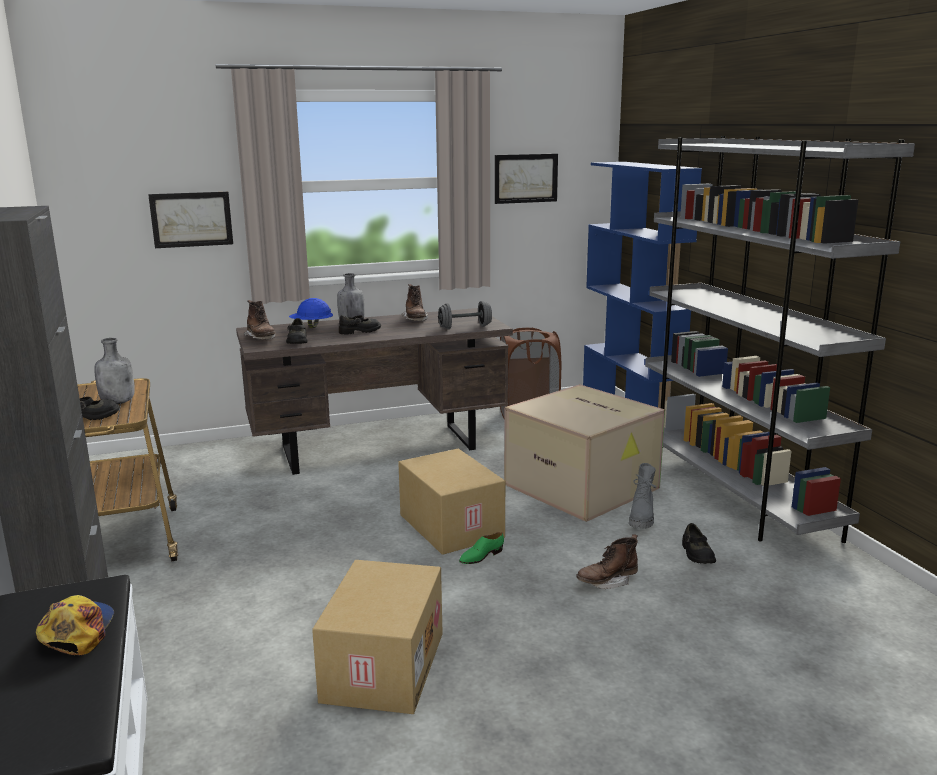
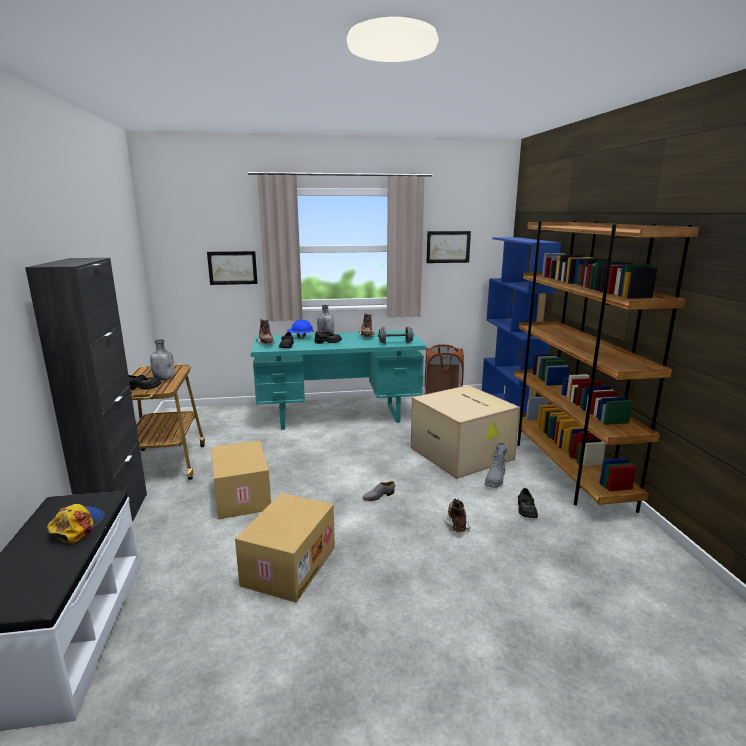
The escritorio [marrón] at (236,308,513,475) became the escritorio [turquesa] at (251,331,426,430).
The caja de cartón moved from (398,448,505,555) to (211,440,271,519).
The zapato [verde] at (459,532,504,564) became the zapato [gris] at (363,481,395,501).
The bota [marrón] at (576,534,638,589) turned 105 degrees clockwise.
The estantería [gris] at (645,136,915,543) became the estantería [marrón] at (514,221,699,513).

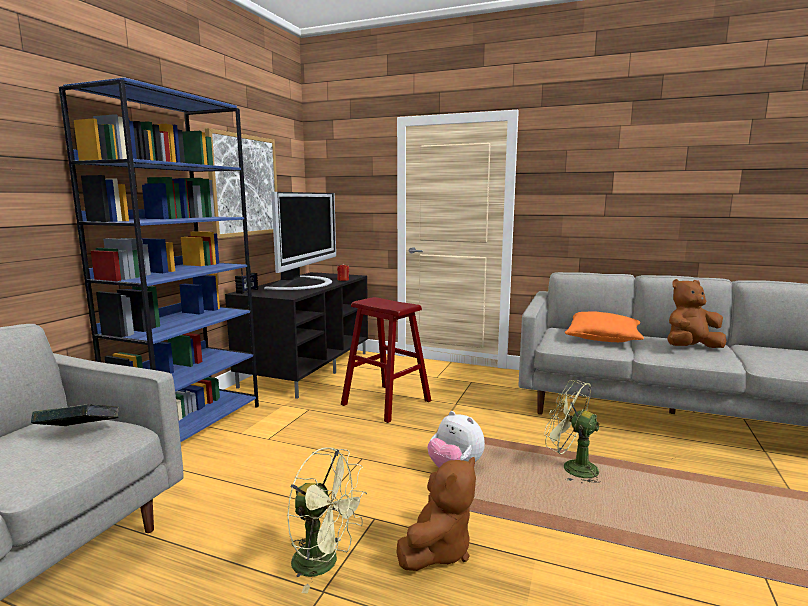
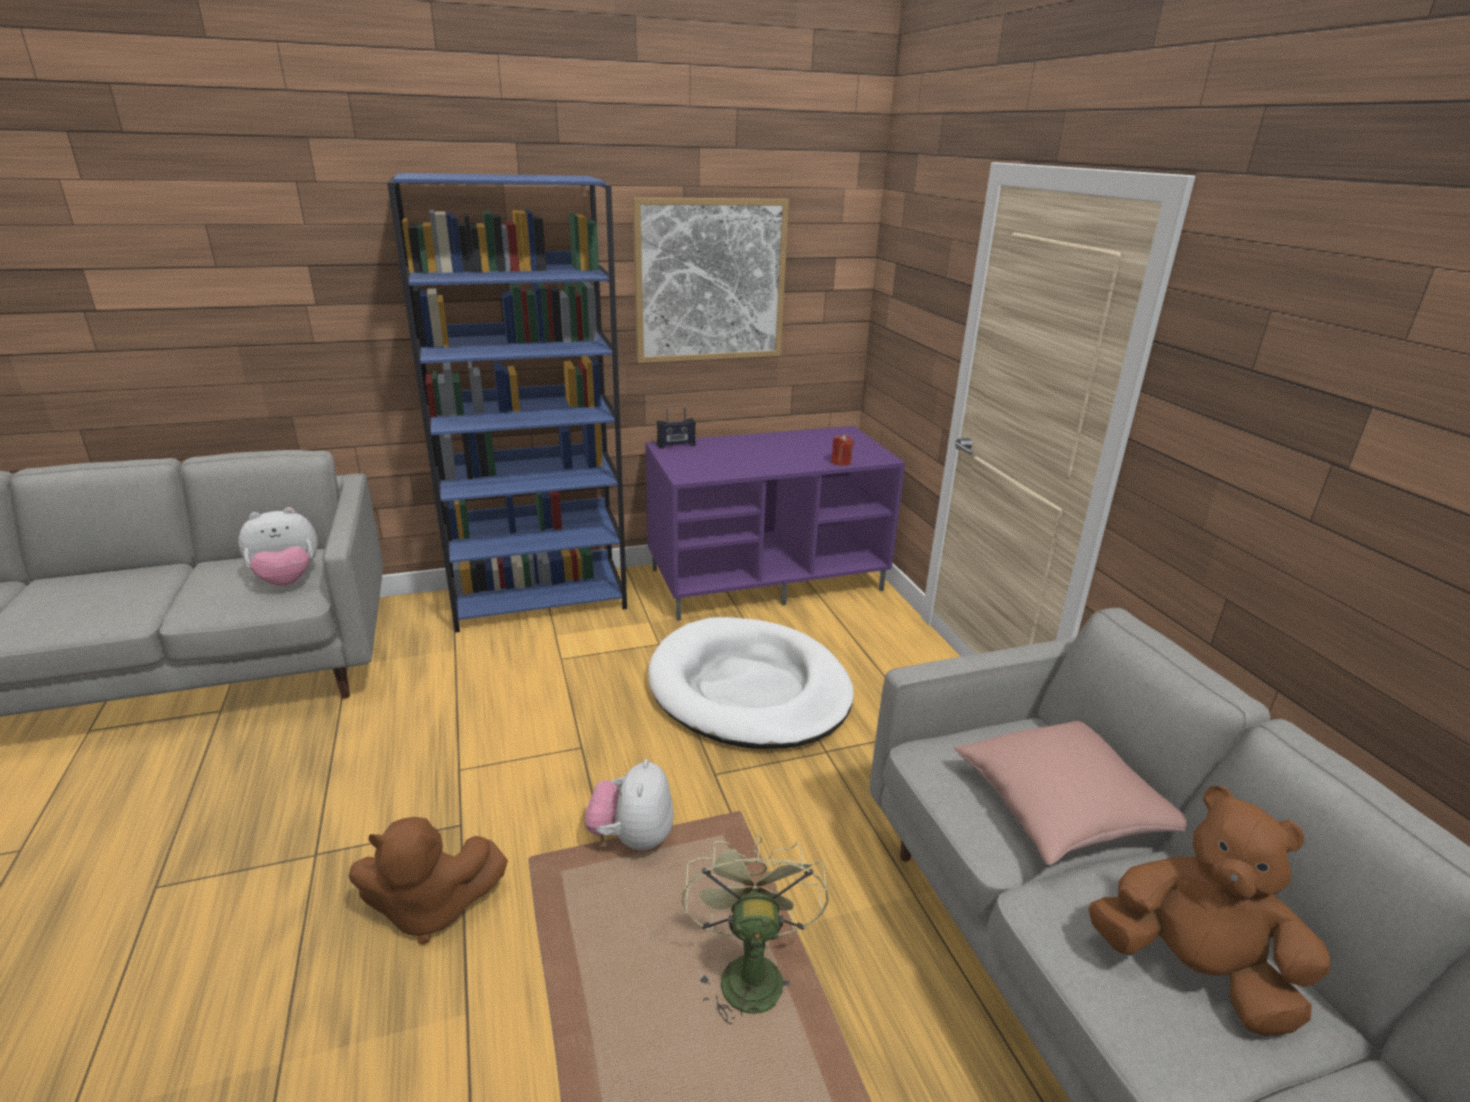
The libro at (31,404,119,426) was replaced by the peluche at (238,507,318,586).
The mueble de televisión [negro] at (225,272,368,399) became the mueble de televisión [morado] at (645,426,905,621).
The televisor at (264,192,336,290) disappeared.
The ventilador [verde] at (287,447,367,593) disappeared.
The taburete [rojo] at (341,297,431,423) was replaced by the cama para perro [blanco] at (648,617,854,749).
The cojín [naranja] at (565,311,644,342) became the cojín [rosa] at (954,721,1186,865).

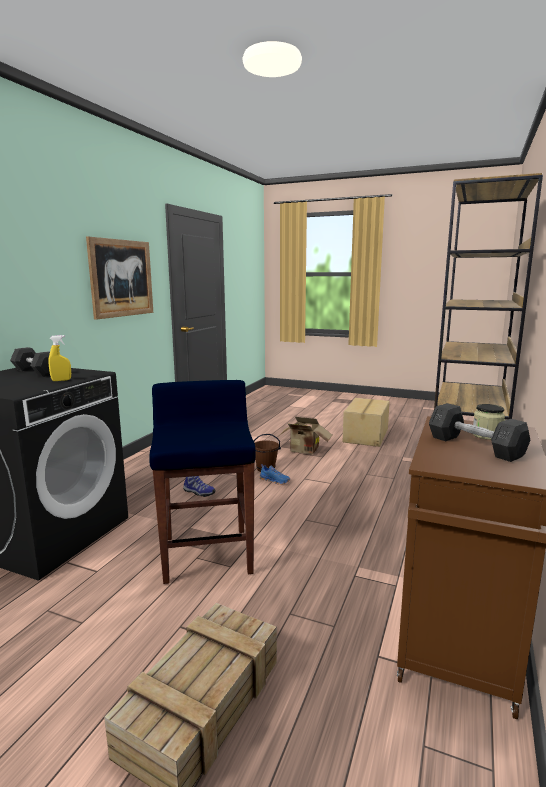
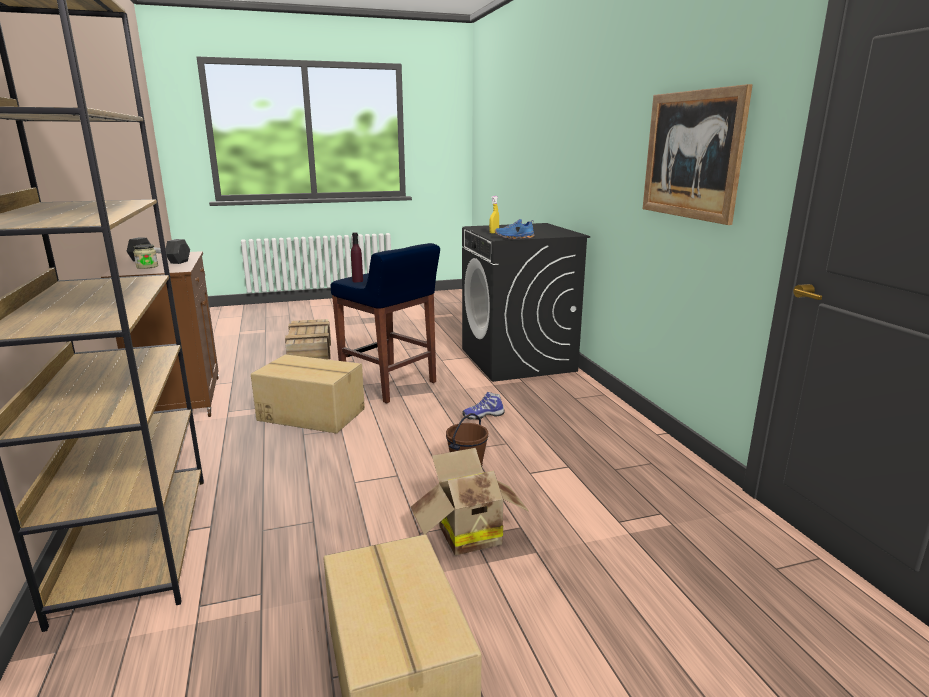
The mancuerna [gris] at (10,347,50,377) disappeared.
The zapato [azul] moved from (259,464,290,485) to (495,219,535,239).
The caja de cartón at (251,354,365,433) appeared.
The botella [morado] at (351,232,363,283) appeared.

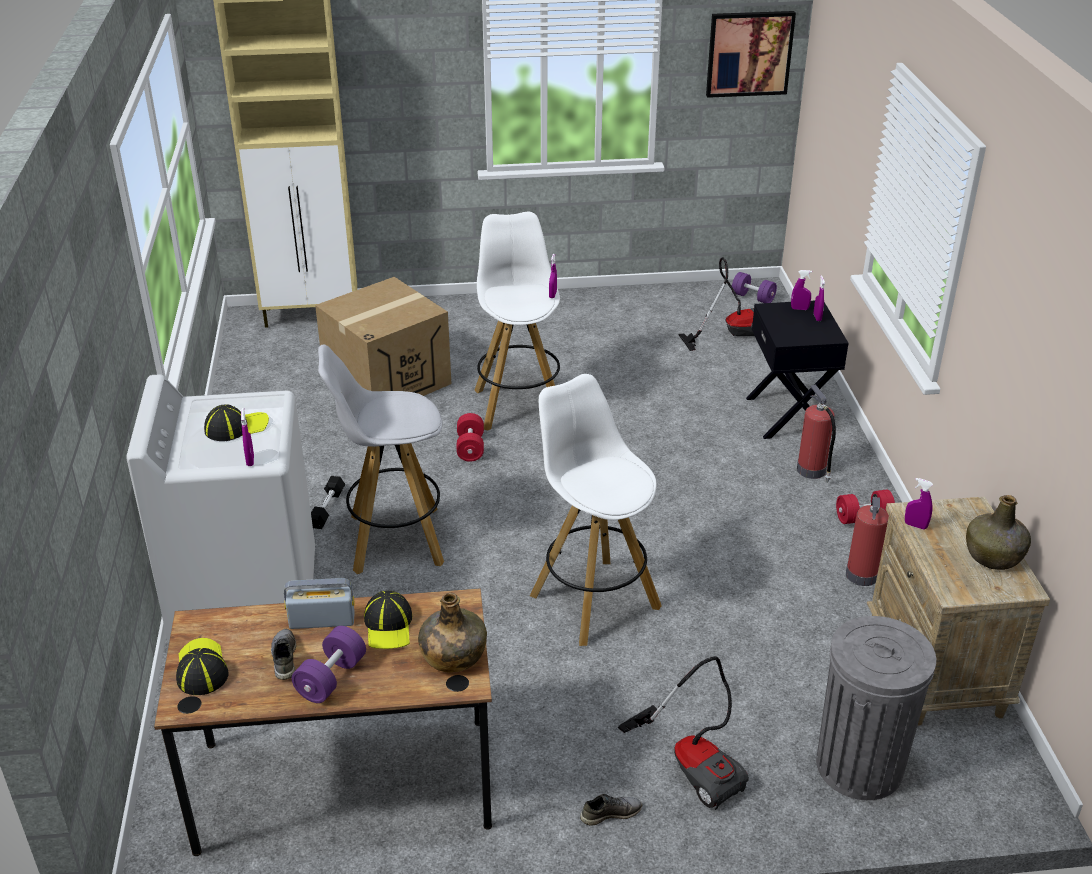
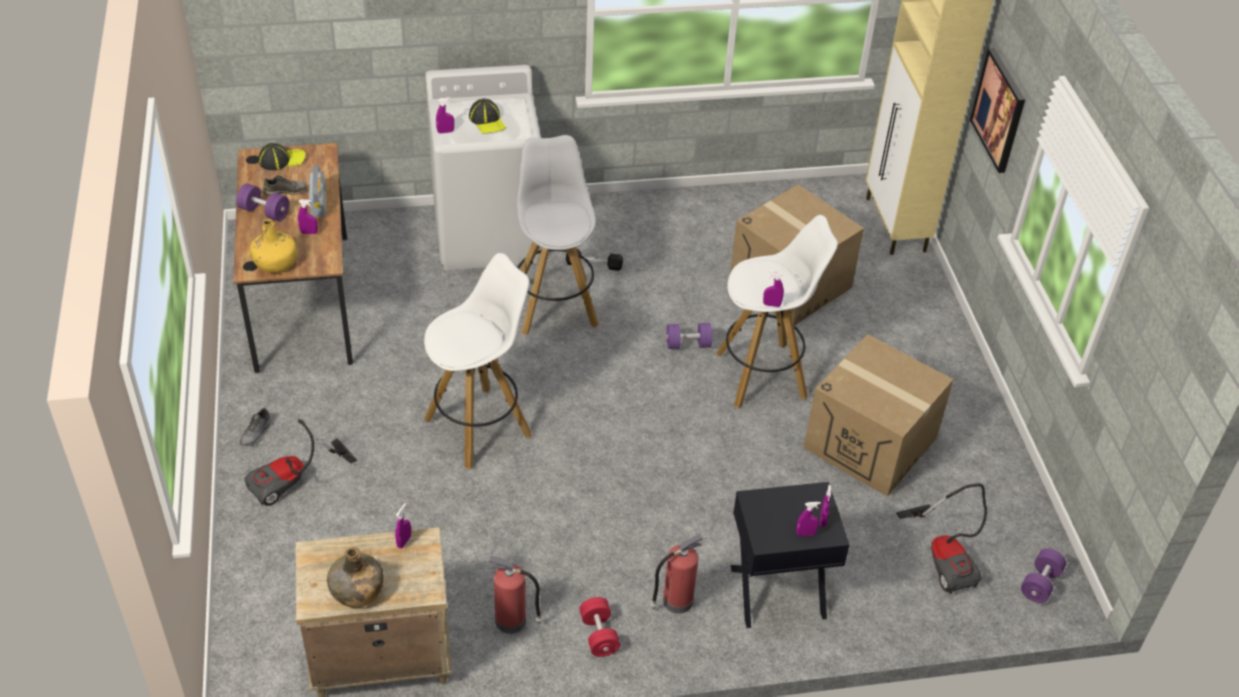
The gorra at (364,590,412,649) was replaced by the pulverizador [morado] at (298,199,318,234).
The botella [verde] at (418,592,487,673) became the botella [amarillo] at (250,219,297,273).
The mancuerna [rojo] at (456,413,484,462) became the mancuerna [morado] at (666,323,712,349).
The zapato [gris] at (580,794,642,825) turned 45 degrees clockwise.
The cuadro moved from (706,11,796,98) to (970,48,1025,173).
The papelera [gris] at (816,616,936,800) disappeared.
The caja de cartón at (804,334,954,497) appeared.

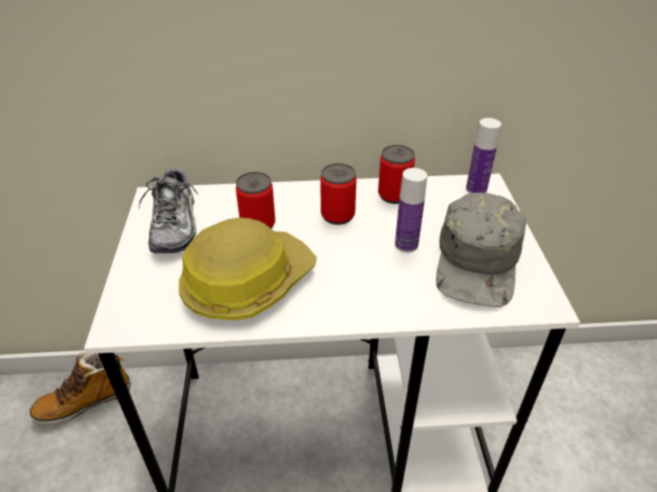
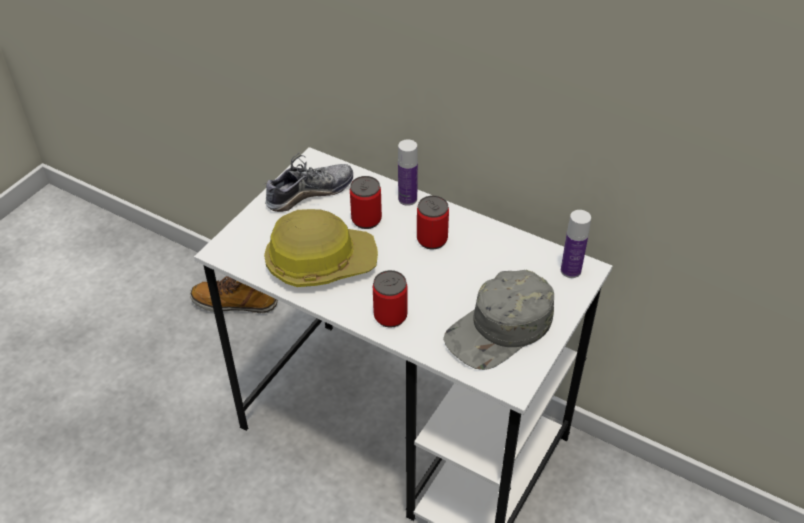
The zapato at (139,165,198,254) turned 150 degrees counterclockwise.
The lata moved from (378,145,415,204) to (373,270,407,328).
The botella moved from (395,168,427,253) to (398,139,418,206).

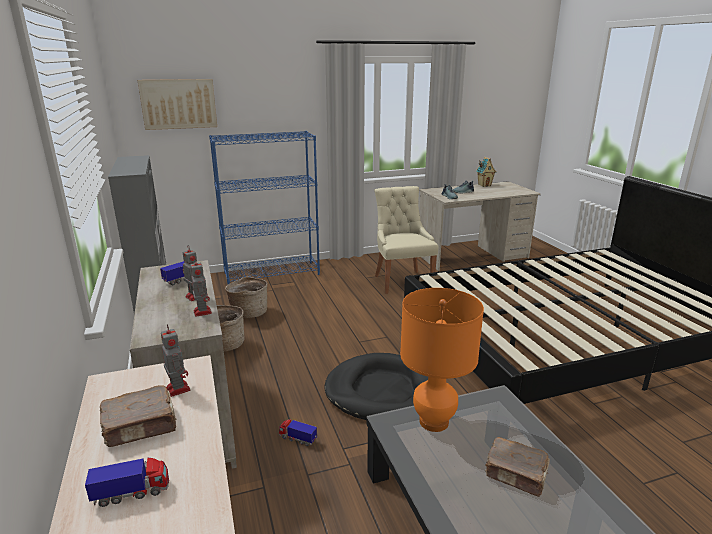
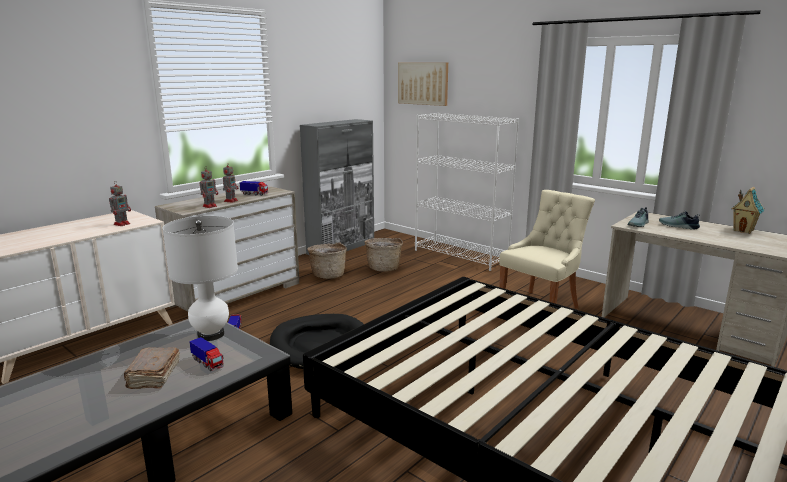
The camión de juguete moved from (85,458,169,507) to (189,337,224,371).
The libro [marrón] at (100,385,176,447) disappeared.
The estantería [azul] at (209,131,320,284) became the estantería [blanco] at (415,113,519,271).
The lámpara de mesa [naranja] at (400,288,484,432) became the lámpara de mesa [blanco] at (162,216,238,341).

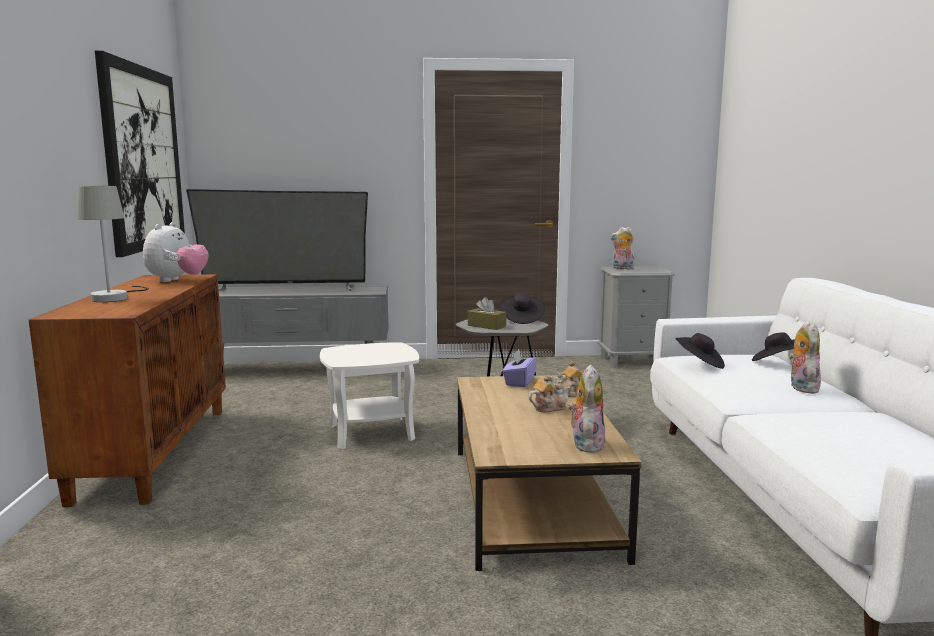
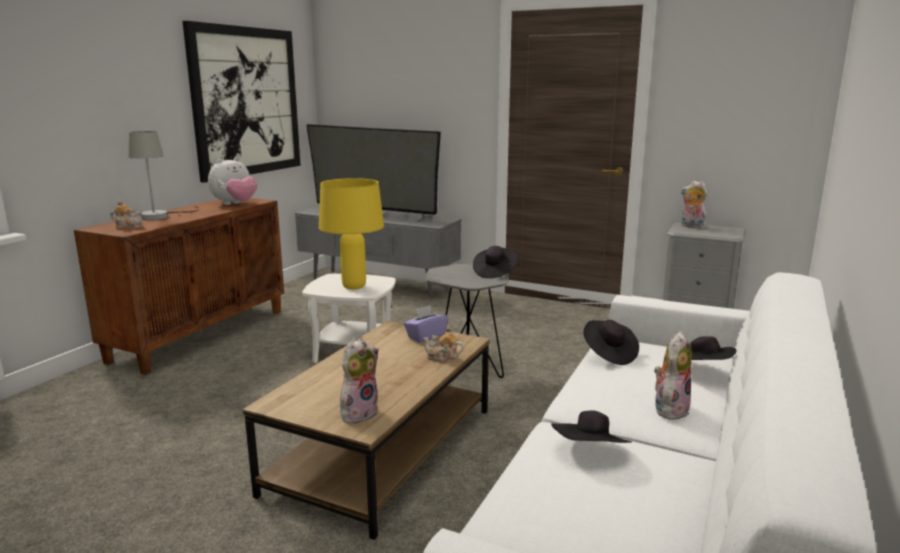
The caja de pañuelos [marrón] at (468,297,506,330) disappeared.
The tetera moved from (528,375,570,412) to (110,201,142,229).
The lámpara de mesa [amarillo] at (319,178,384,290) appeared.
The sombrero [negro] at (551,410,632,443) appeared.

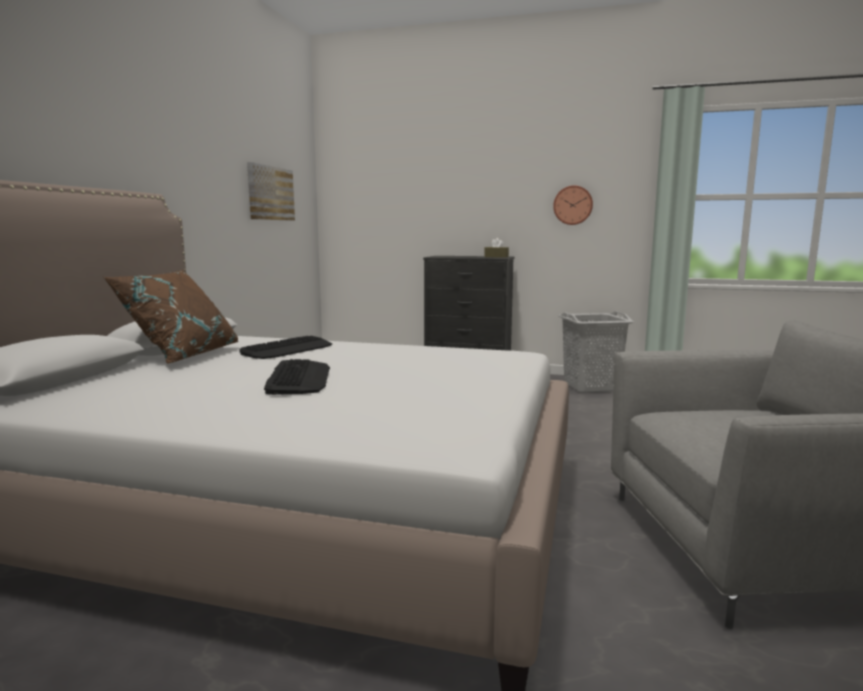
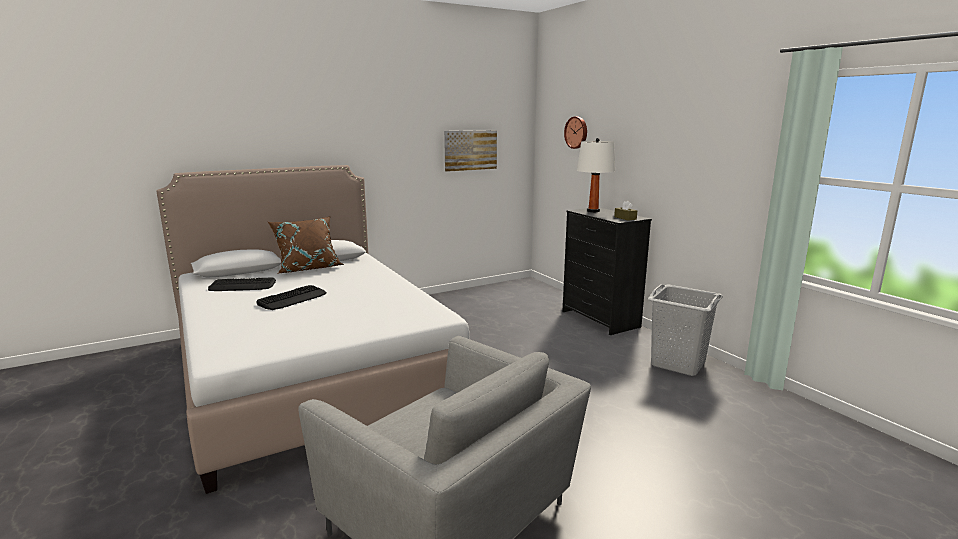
The teclado moved from (239,336,332,359) to (208,278,276,291).
The reloj de pared moved from (553,185,593,225) to (564,117,587,149).
The lámpara de mesa [blanco] at (577,138,615,212) appeared.

